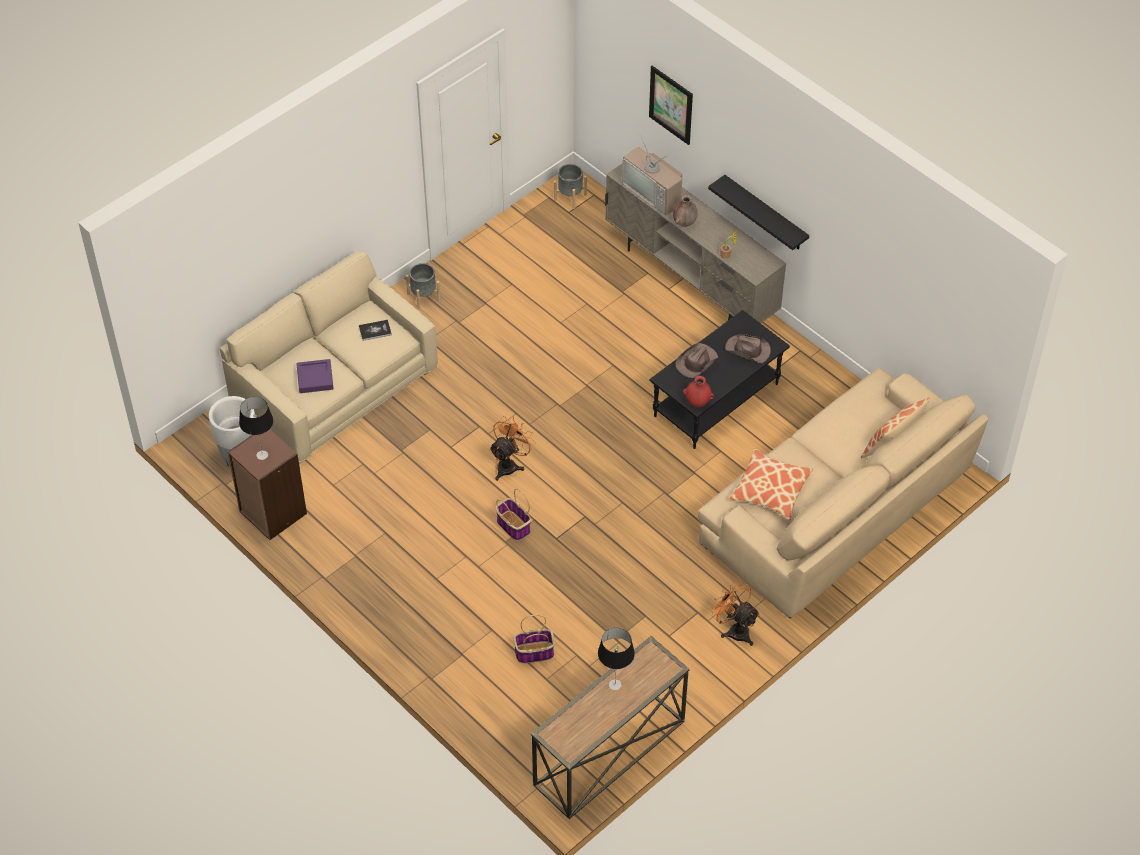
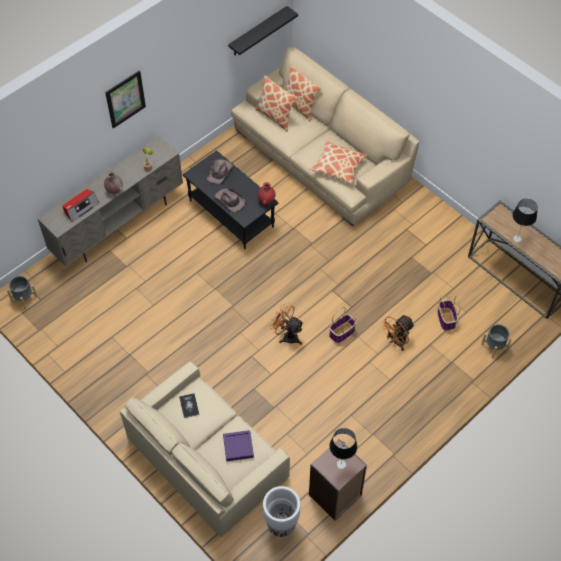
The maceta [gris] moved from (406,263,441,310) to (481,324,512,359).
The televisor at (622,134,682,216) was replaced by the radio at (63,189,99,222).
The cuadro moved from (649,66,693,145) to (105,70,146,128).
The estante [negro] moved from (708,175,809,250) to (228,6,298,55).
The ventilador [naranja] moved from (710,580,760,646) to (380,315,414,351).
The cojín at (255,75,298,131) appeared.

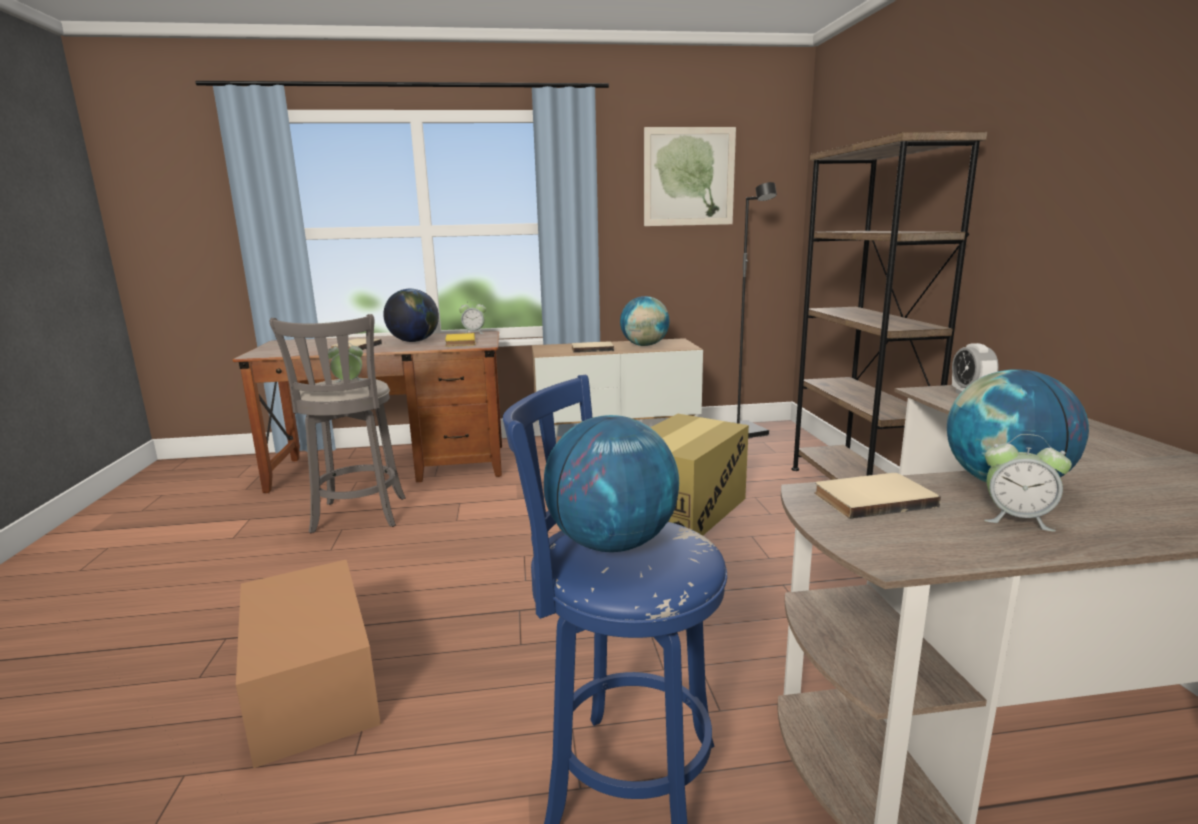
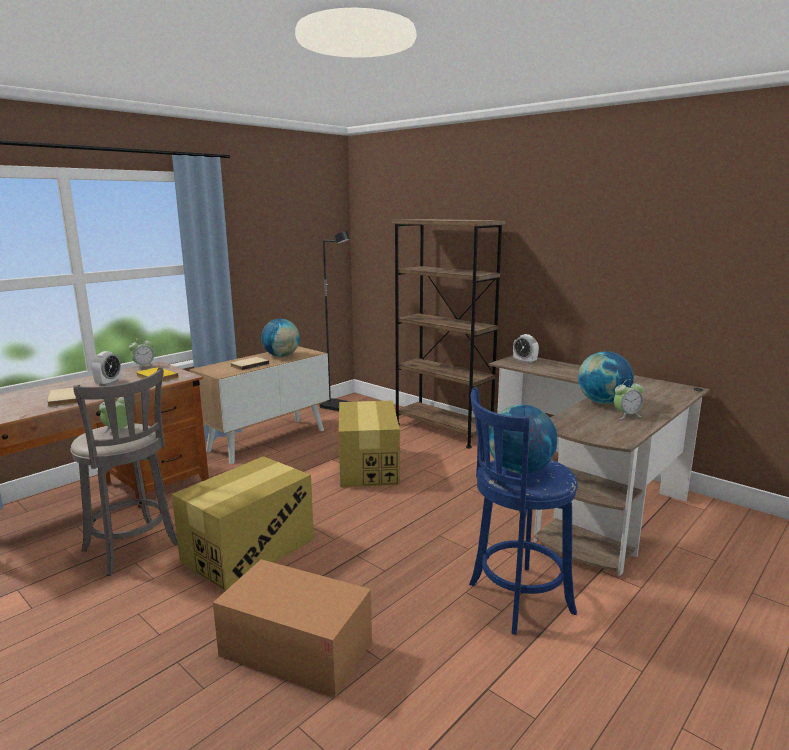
The globo terráqueo at (383,289,439,342) was replaced by the despertador at (92,351,121,386).
The cuadro at (644,127,736,226) disappeared.
The libro [beis] at (814,473,941,519) disappeared.
The caja de cartón at (172,456,314,591) appeared.

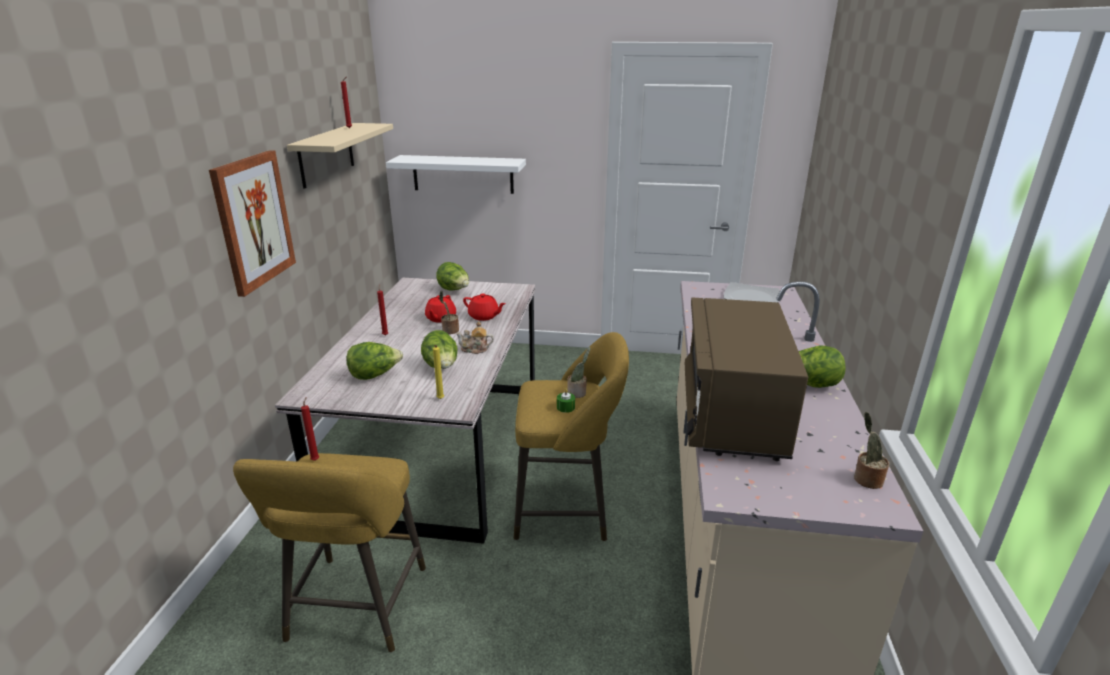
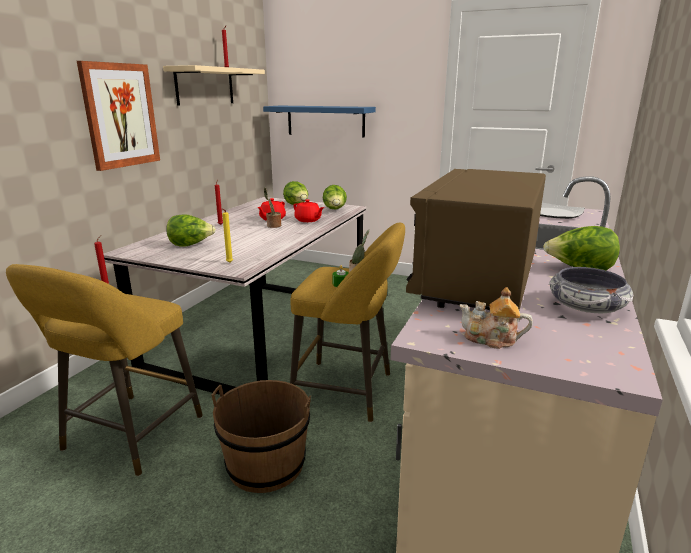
The estante [blanco] at (386,155,526,194) became the estante [azul] at (263,106,376,138).
The lechuga moved from (421,330,458,369) to (323,185,347,209).
The tetera moved from (456,321,494,354) to (459,287,533,349).
The planta en maceta at (854,412,889,489) disappeared.
The cubo [marrón] at (211,380,311,493) appeared.
The cuenco at (549,267,633,313) appeared.

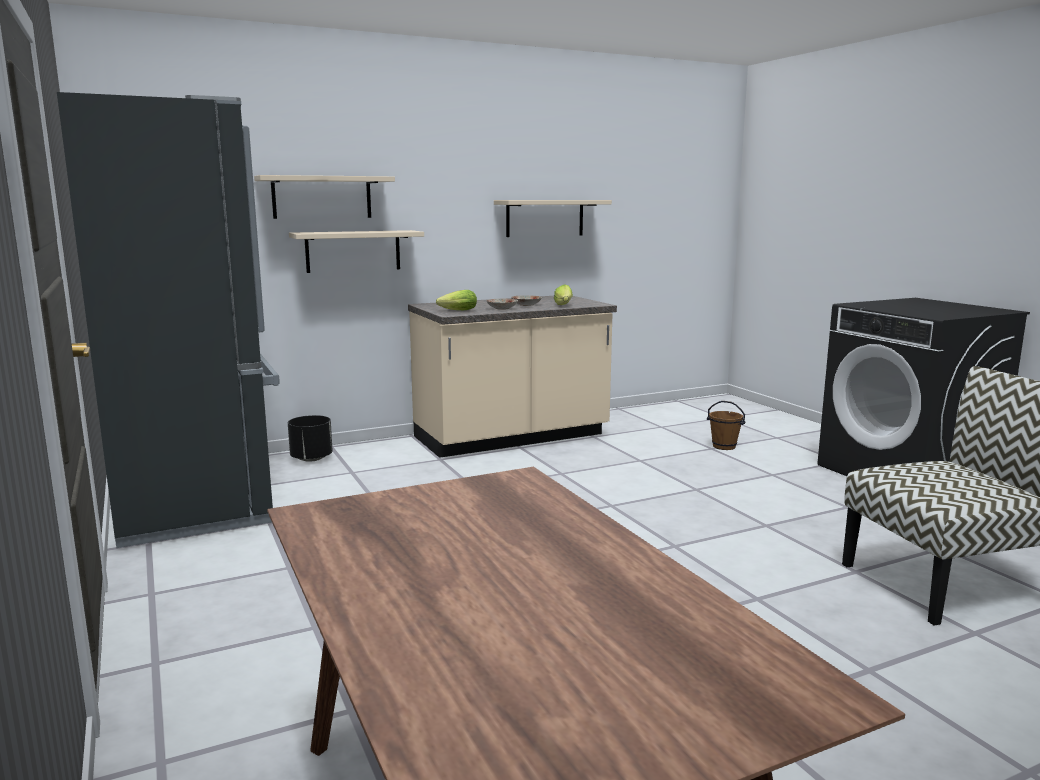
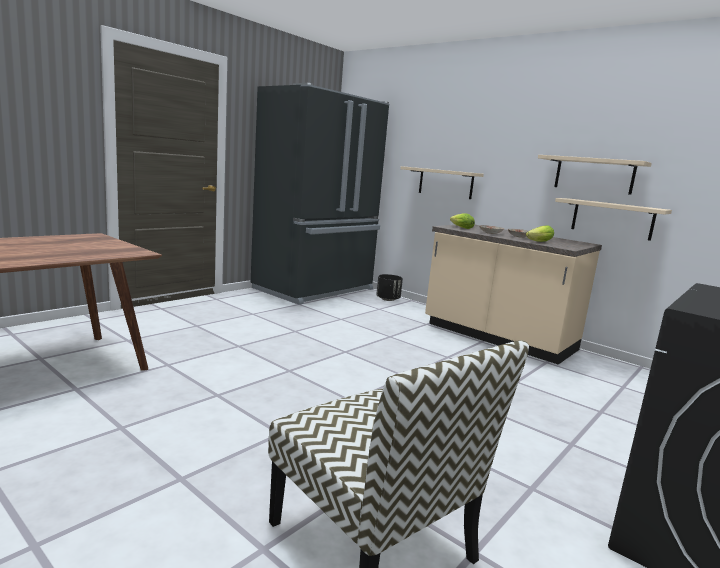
The estante [beis] moved from (254,175,395,219) to (555,198,672,241).
The cubo [marrón] at (707,401,745,450) disappeared.

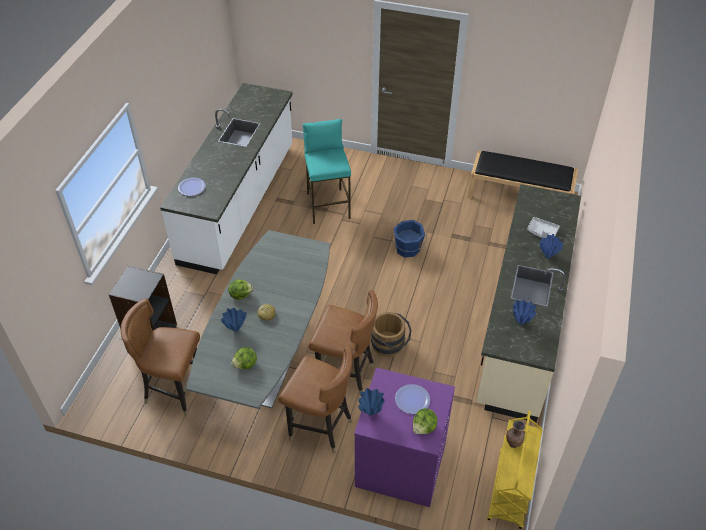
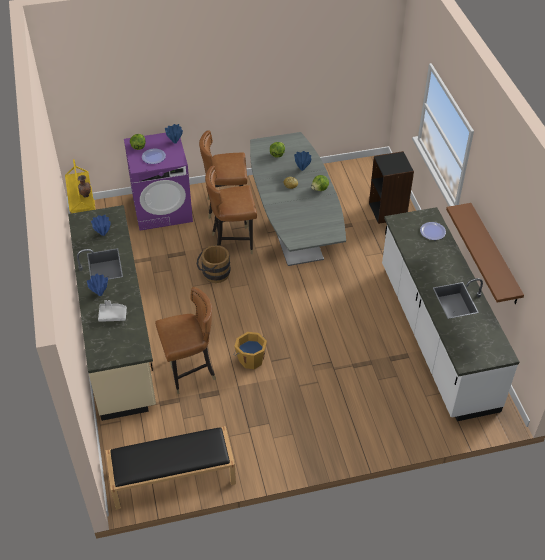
The silla [marrón] moved from (121,299,200,416) to (155,287,216,394).
The taburete [turquesa] at (303,119,351,224) disappeared.
The cubo [azul] at (391,220,427,258) became the cubo [naranja] at (234,332,267,369).
The estante [marrón] at (446,203,524,304) appeared.

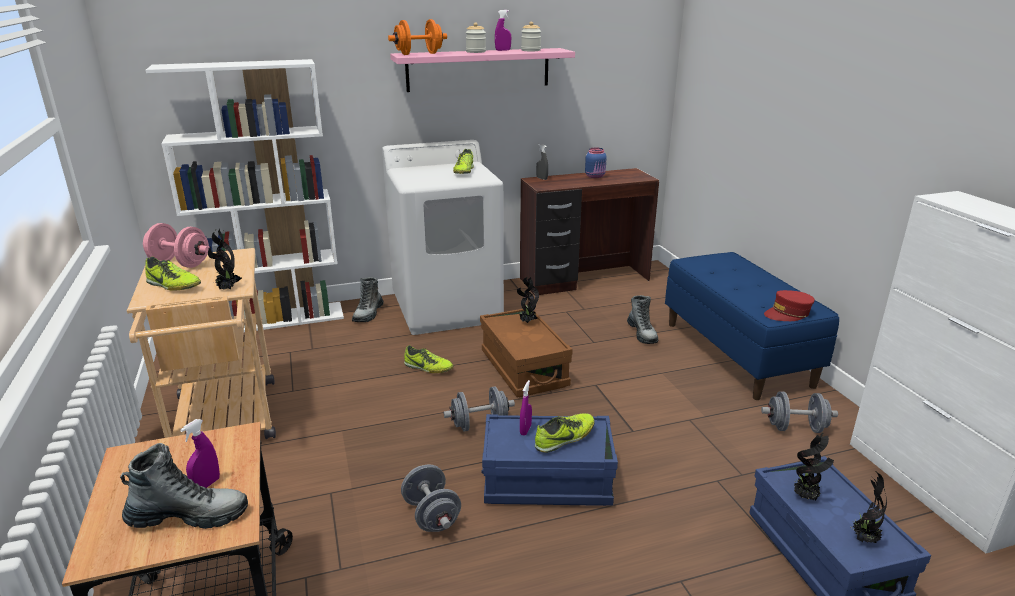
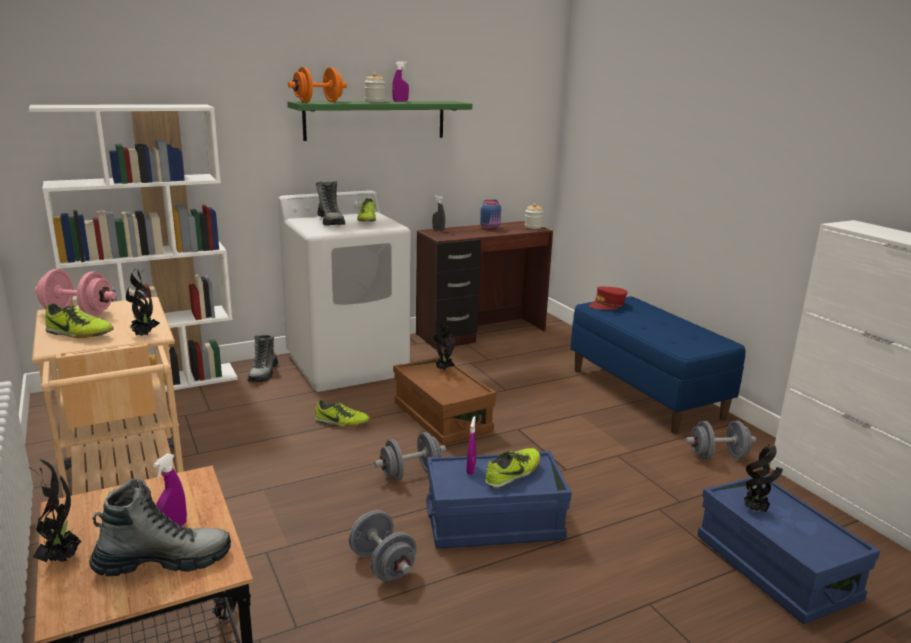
The estante [rosa] at (390,48,575,92) became the estante [verde] at (287,101,472,141).
The tarro moved from (521,22,541,51) to (525,203,543,229).
The bota moved from (627,295,658,344) to (316,181,345,226).
The gorra [rojo] moved from (764,290,815,321) to (589,287,628,310).
The planta en maceta moved from (852,472,887,543) to (28,459,82,562).

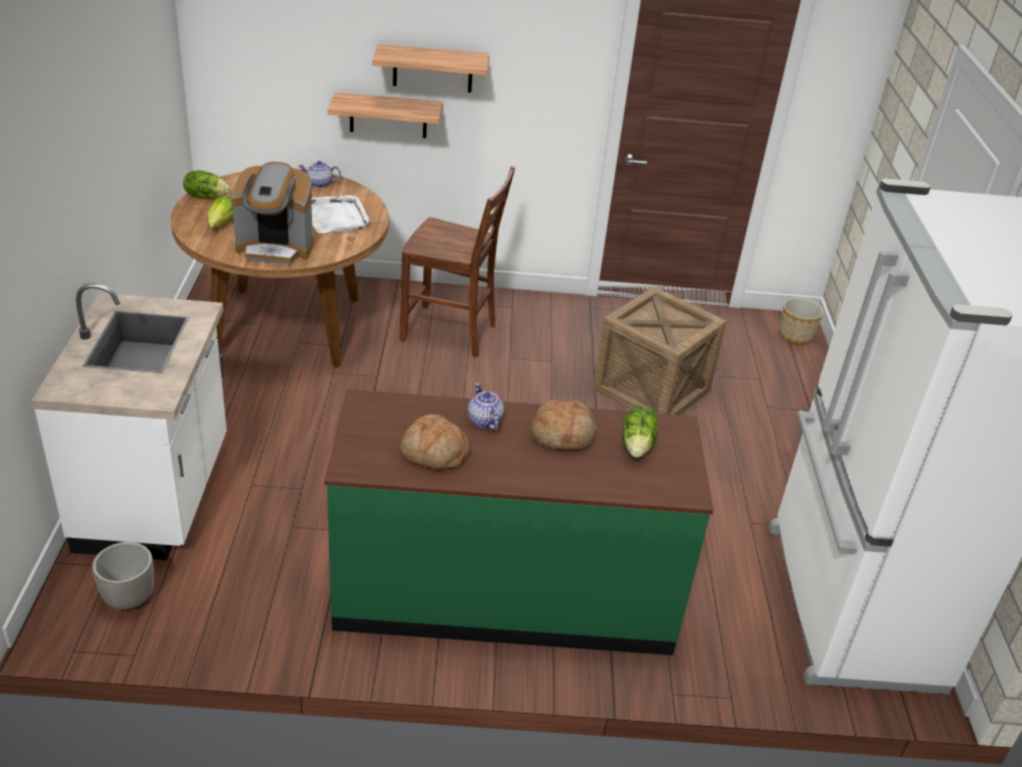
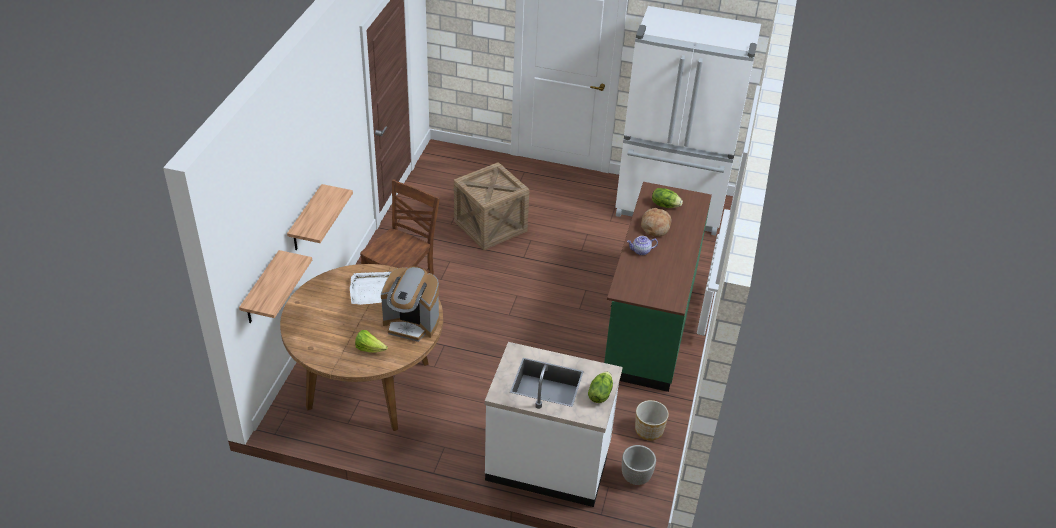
The lechuga moved from (183,170,229,199) to (588,371,613,403).
The cafetera at (231,162,313,265) turned 90 degrees clockwise.
The tetera at (298,161,341,188) disappeared.
The estante moved from (372,44,489,93) to (239,250,312,323).
The pan at (400,414,470,470) disappeared.
The maceta moved from (779,298,823,345) to (635,400,669,440).

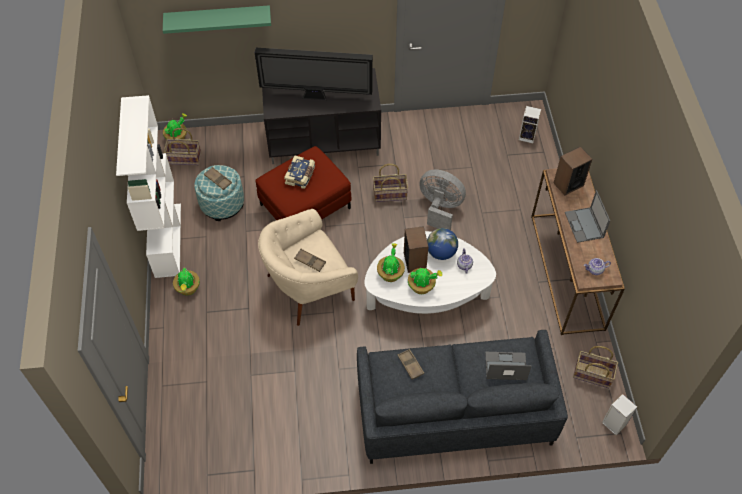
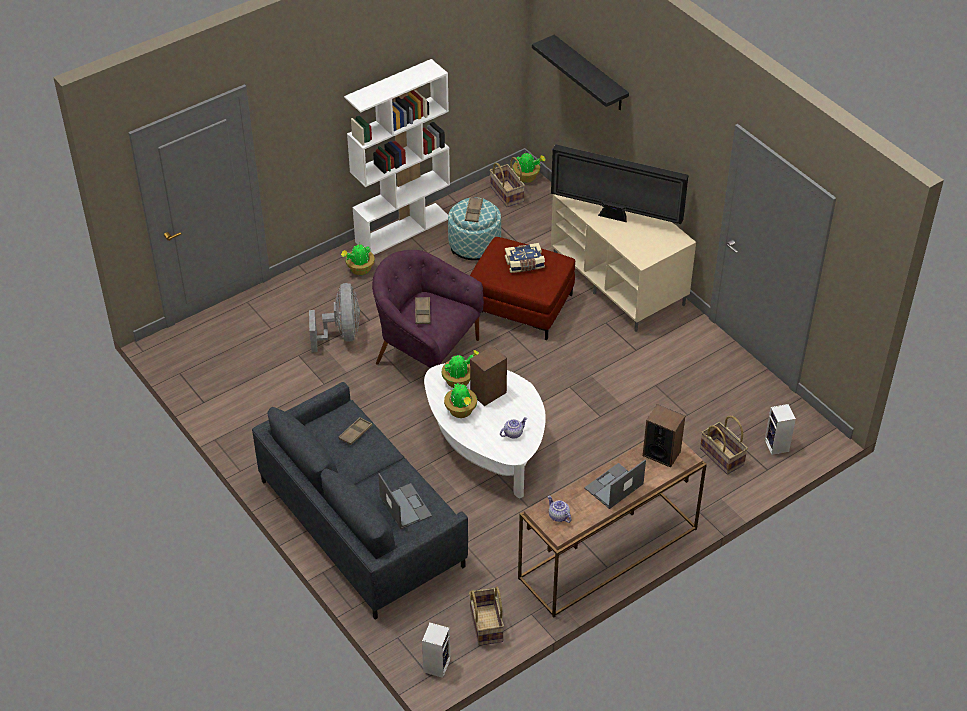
The estante [verde] at (163,5,271,34) became the estante [negro] at (532,35,629,110).
The televisor at (255,48,373,100) turned 45 degrees counterclockwise.
The sillón [beis] at (258,209,358,326) became the sillón [morado] at (372,250,484,368).
The mueble de televisión [negro] at (262,68,381,164) became the mueble de televisión [beis] at (551,194,696,332).
The cesta moved from (373,164,408,202) to (700,416,748,475).
The ventilador [gris] moved from (419,169,466,230) to (309,283,360,352).
The globo terráqueo at (427,228,458,260) disappeared.

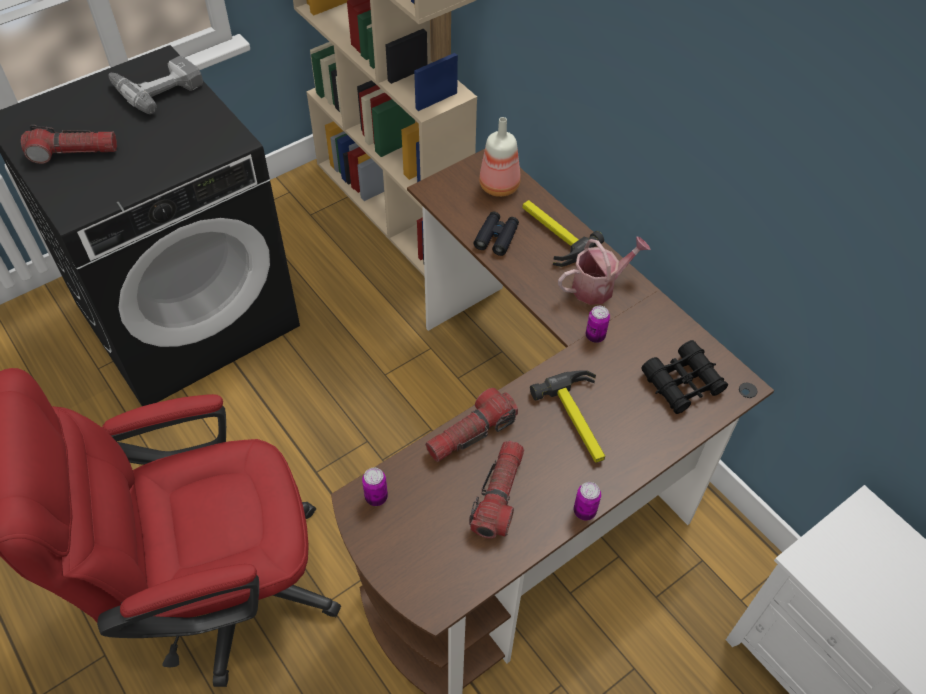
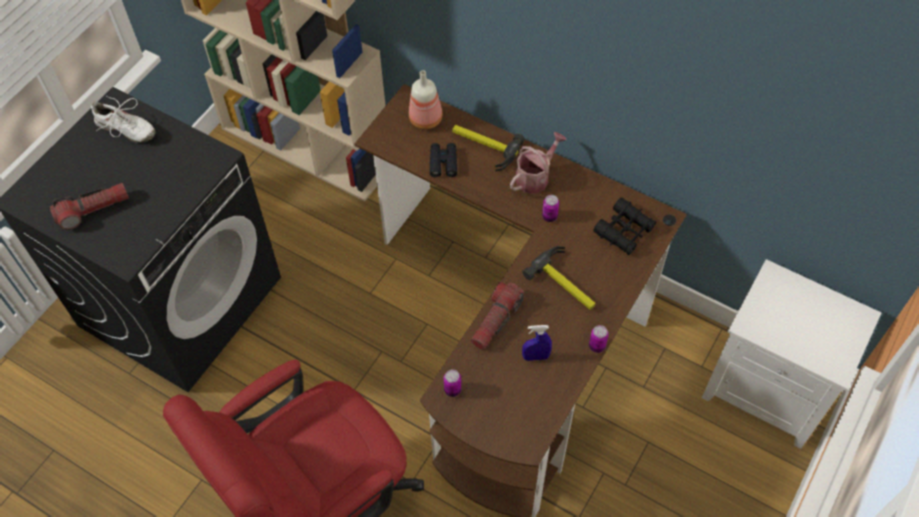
The taladro at (108,56,203,114) was replaced by the zapato [blanco] at (91,96,156,143).
The linterna at (469,441,524,539) was replaced by the pulverizador [azul] at (522,325,552,361).

